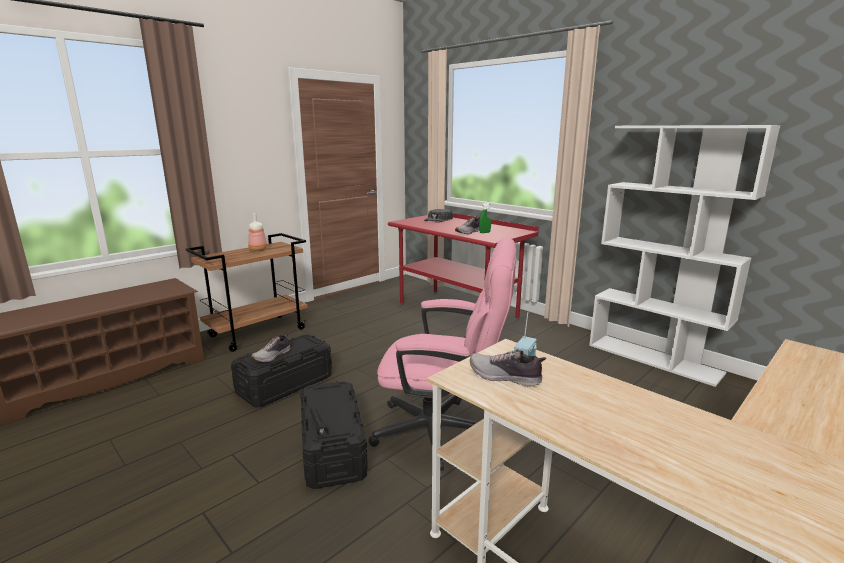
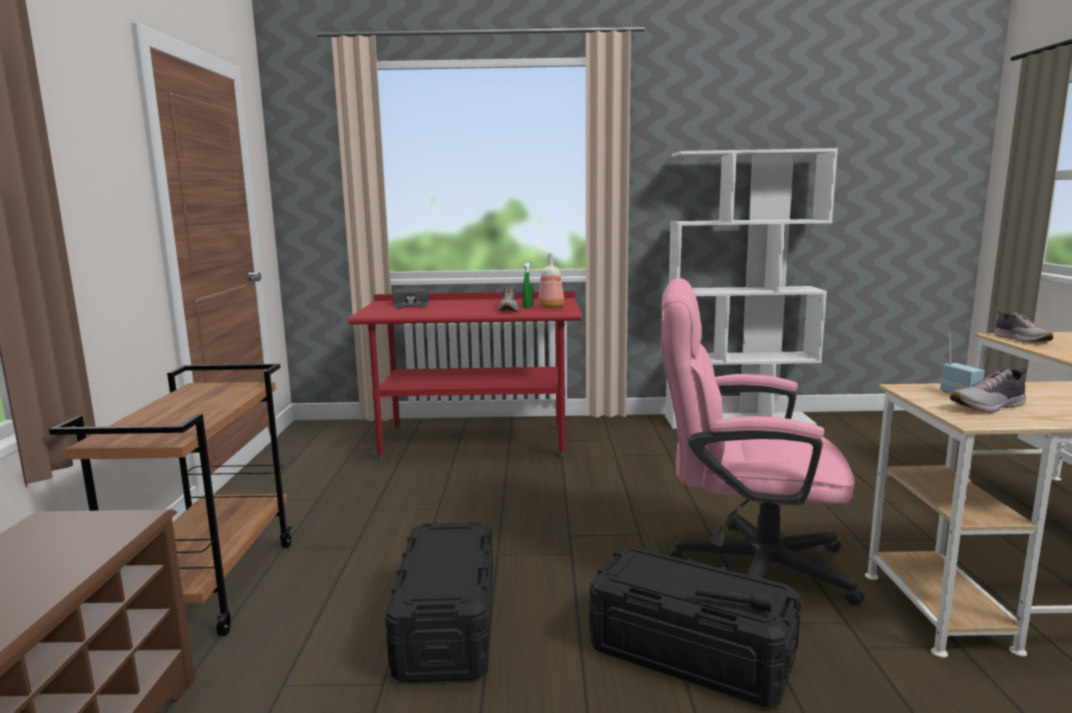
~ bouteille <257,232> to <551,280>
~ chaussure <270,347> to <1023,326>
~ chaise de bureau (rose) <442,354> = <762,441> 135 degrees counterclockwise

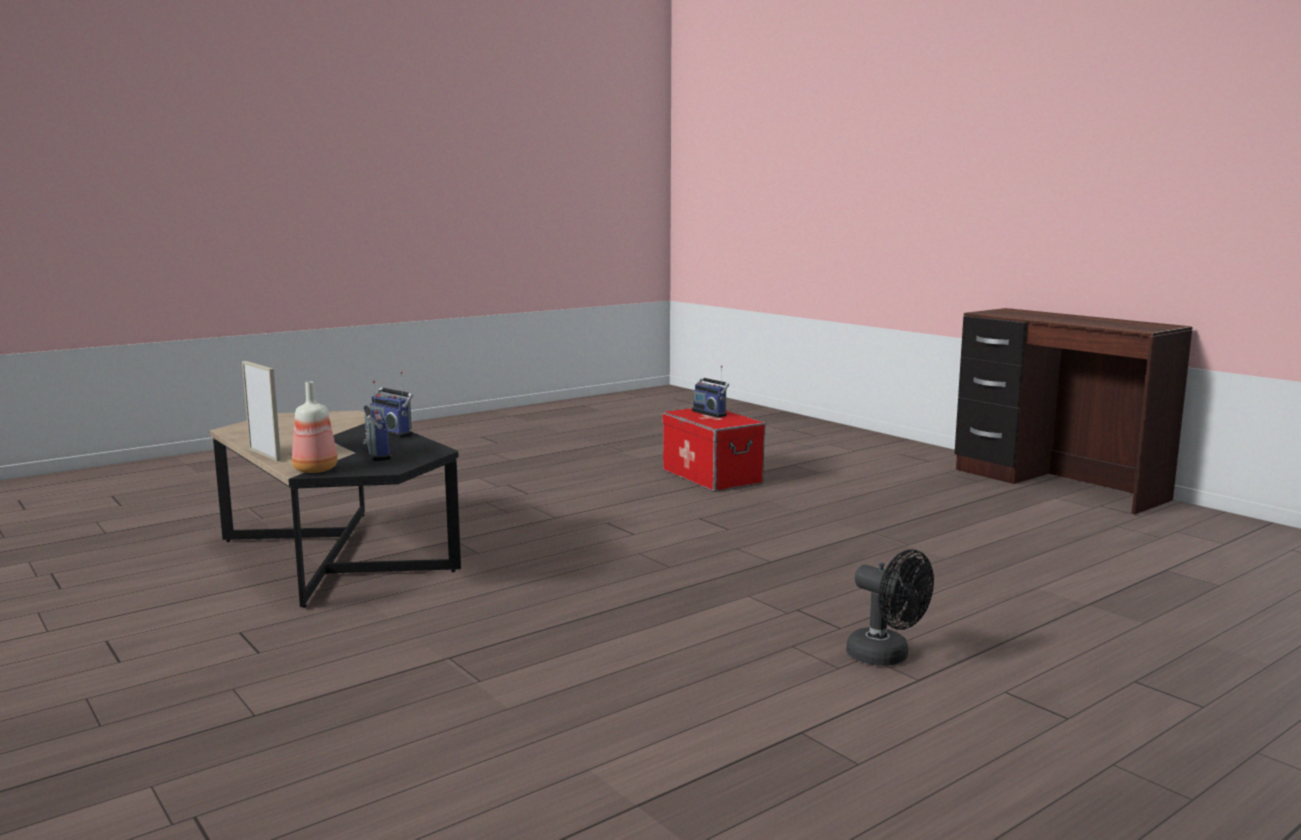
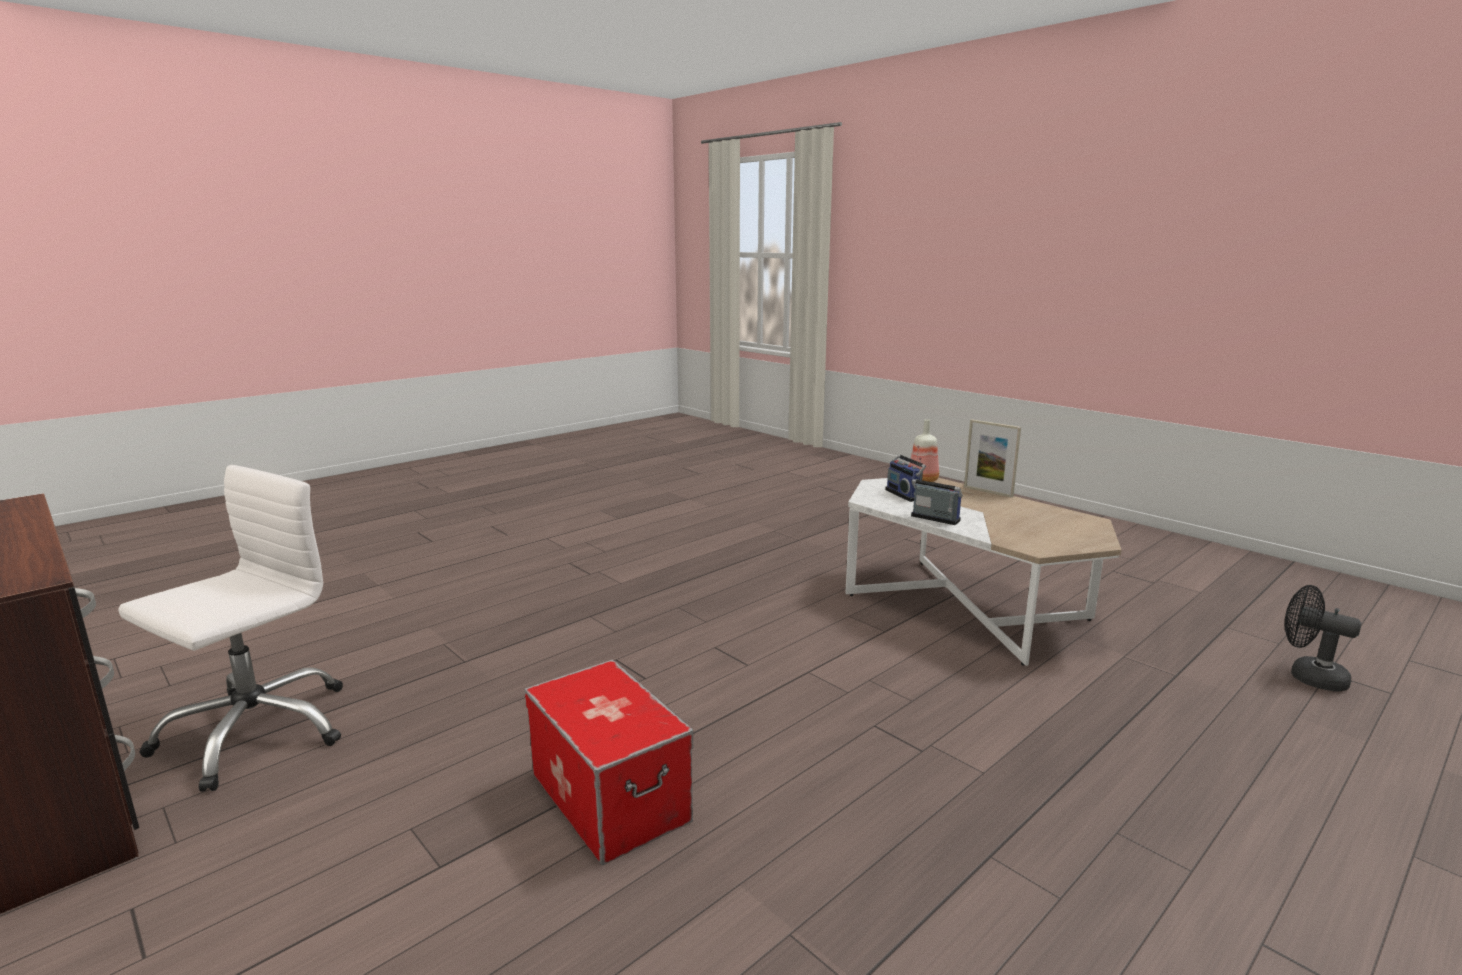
~ table basse (noir) <335,509> to table basse (blanc) <983,572>
- radio <710,391>
~ ventilateur (noir) <890,608> to <1323,638>
+ chaise de bureau (blanc) <230,628>

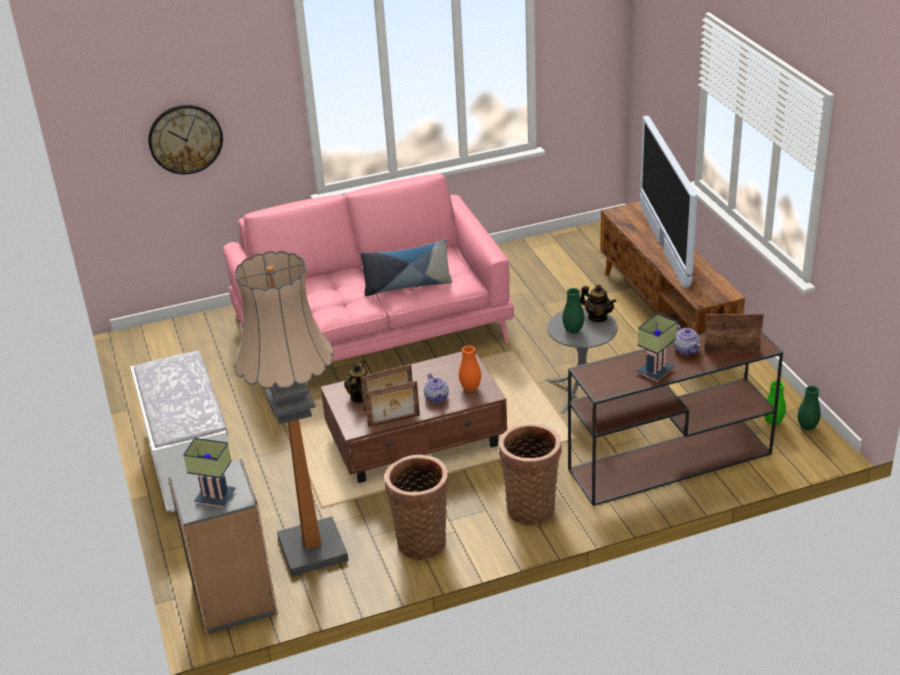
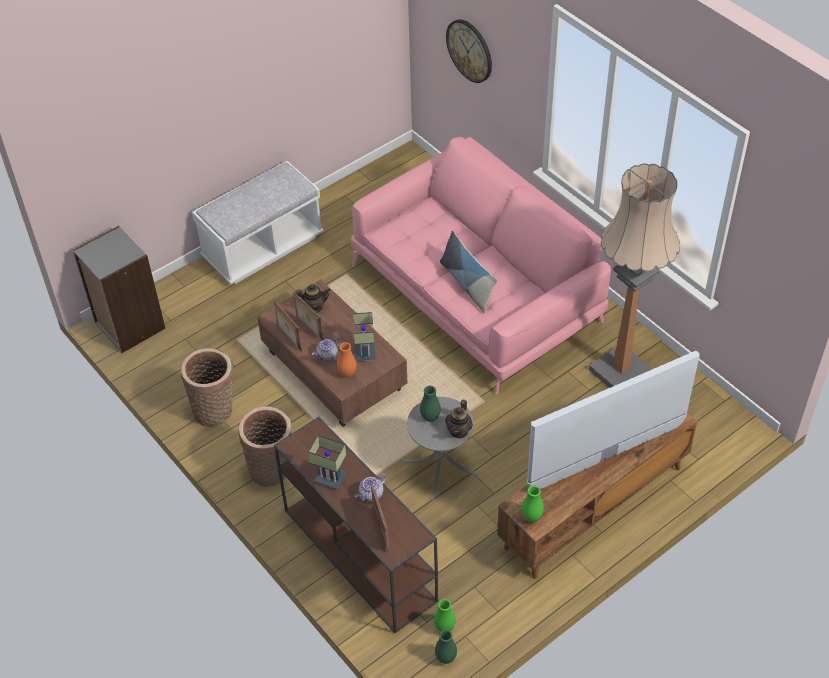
~ lampe de table <209,472> to <364,336>
~ lampadaire <291,414> to <634,275>
+ vase (vert) <533,503>

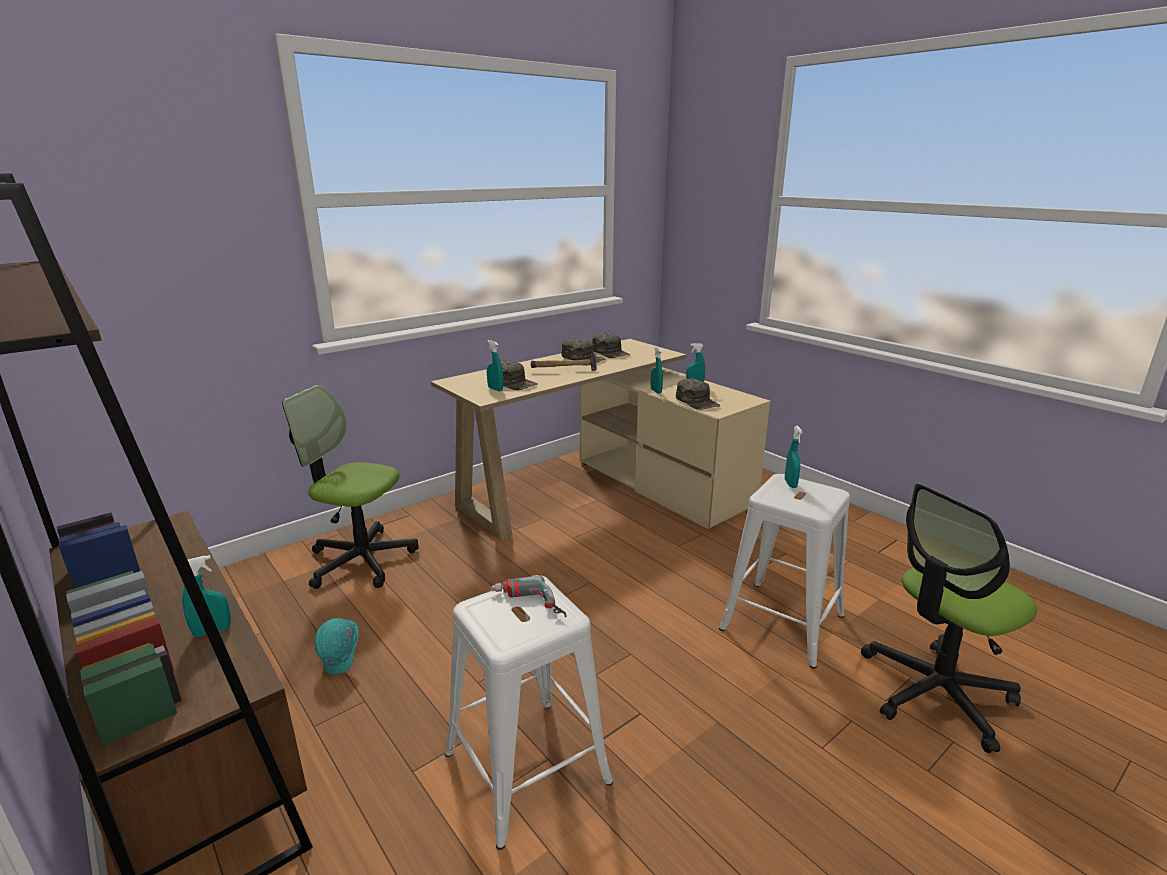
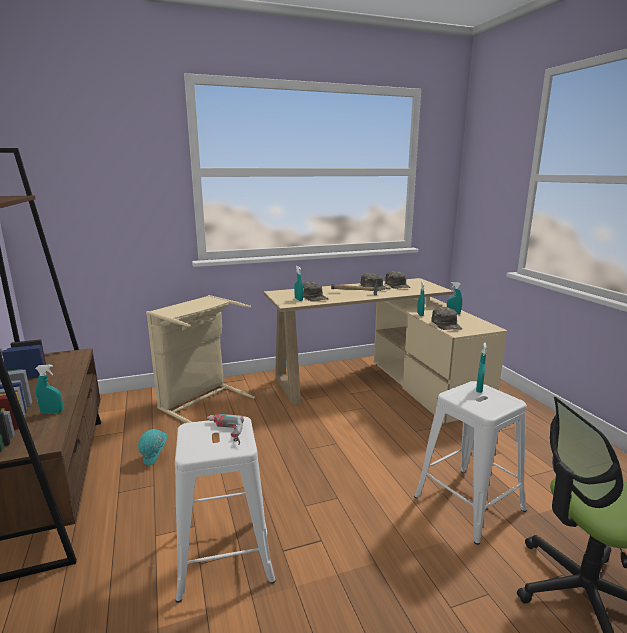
~ chaise de bureau <350,487> to panier à linge (beige) <200,359>

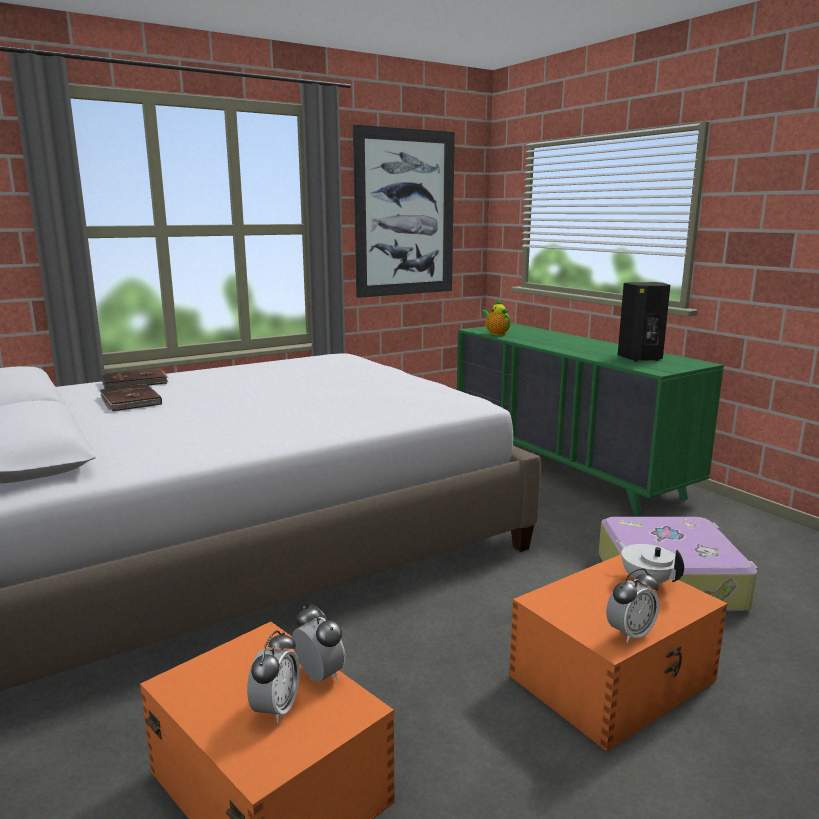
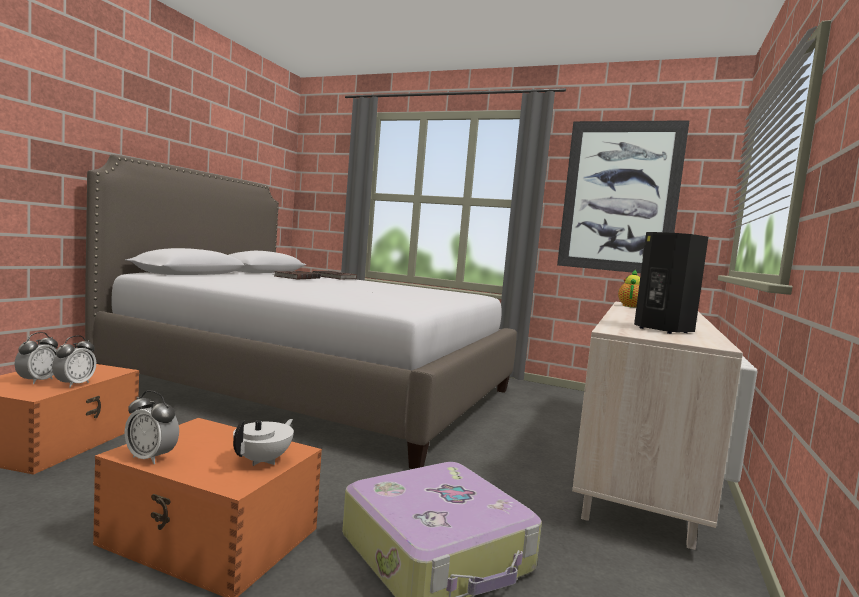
~ réveil <273,676> = <36,358> 60 degrees counterclockwise
~ commode (vert) <590,419> to commode (beige) <657,426>

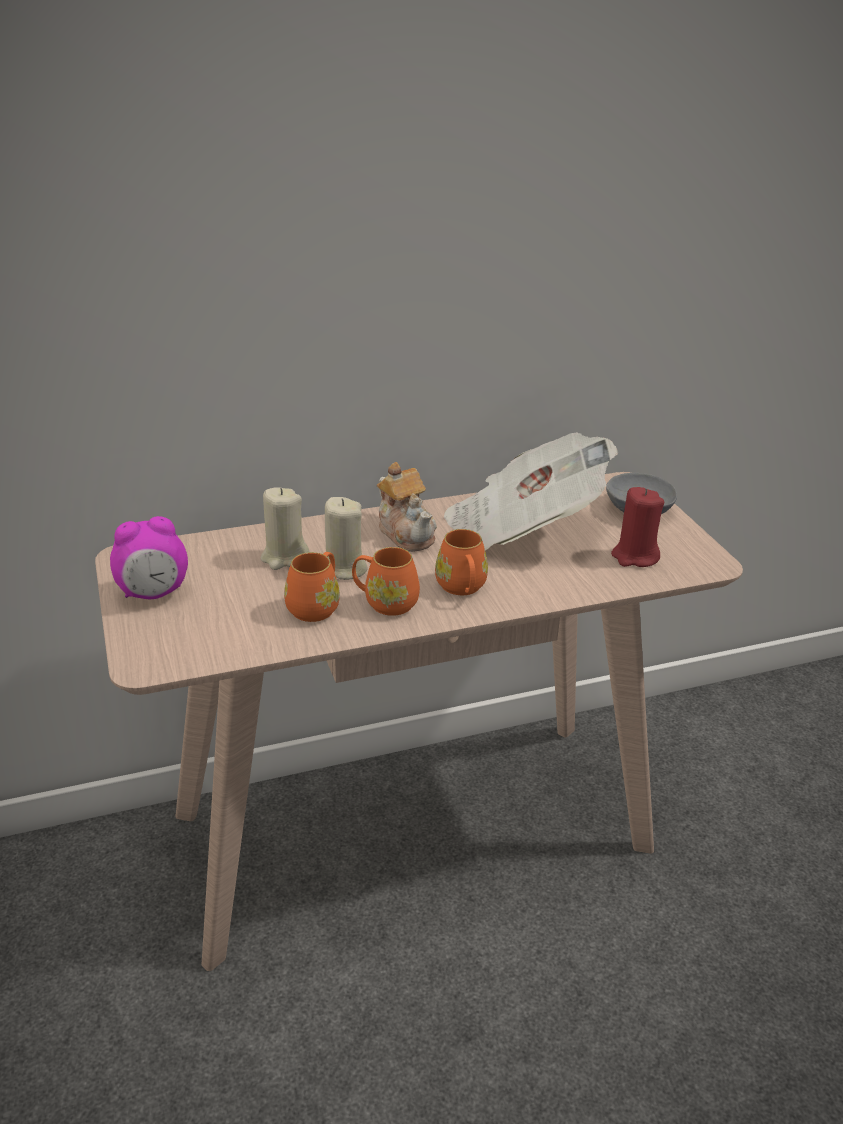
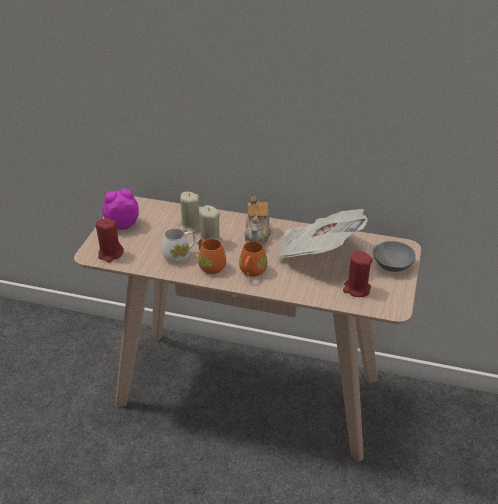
~ réveil <149,557> = <120,209> 150 degrees clockwise
~ mug (orange) <312,587> to mug (blanc) <178,245>
+ bougie (rouge) <109,240>

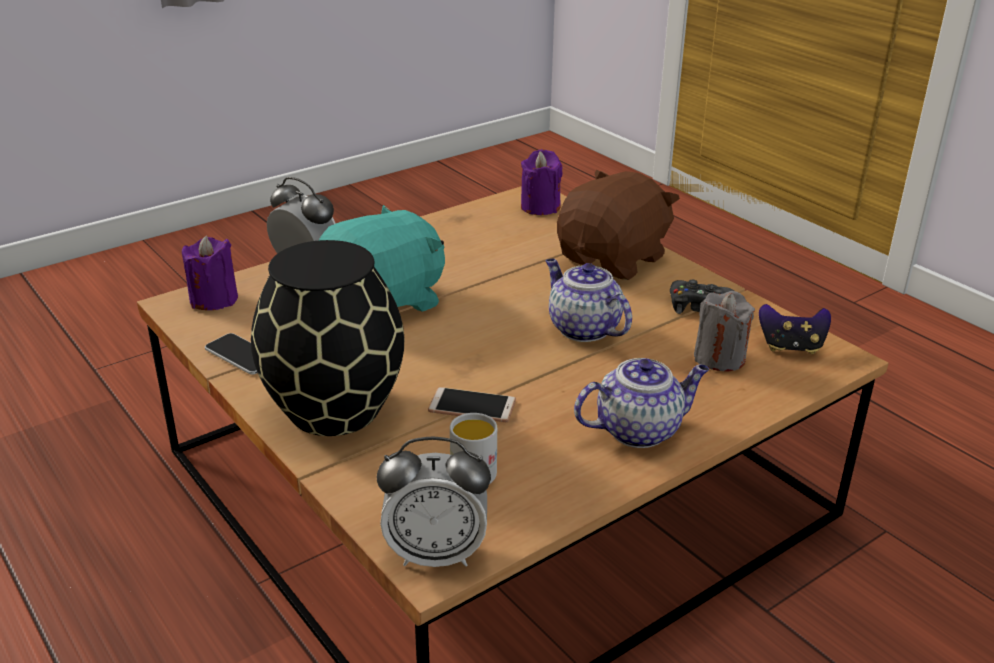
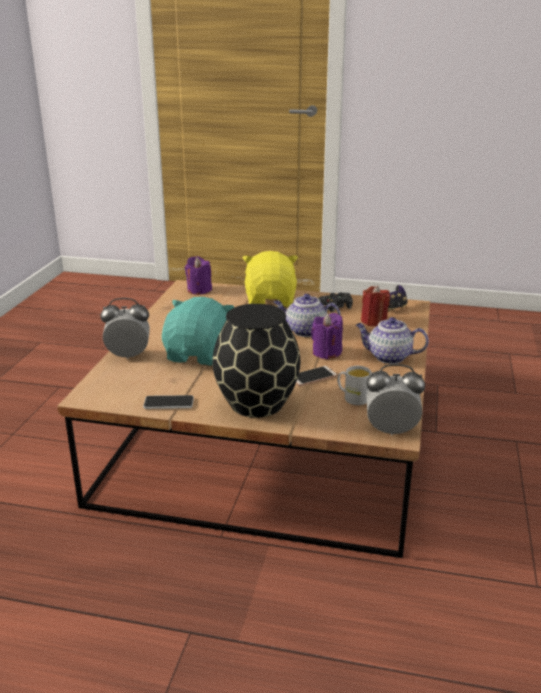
~ bougie (violet) <210,272> to <327,336>
~ réveil <434,502> = <395,399> 135 degrees counterclockwise
~ peluche (marron) <618,225> to peluche (jaune) <270,279>
~ théière <641,403> = <392,340> 105 degrees counterclockwise
~ bougie (gris) <724,331> to bougie (rouge) <375,306>

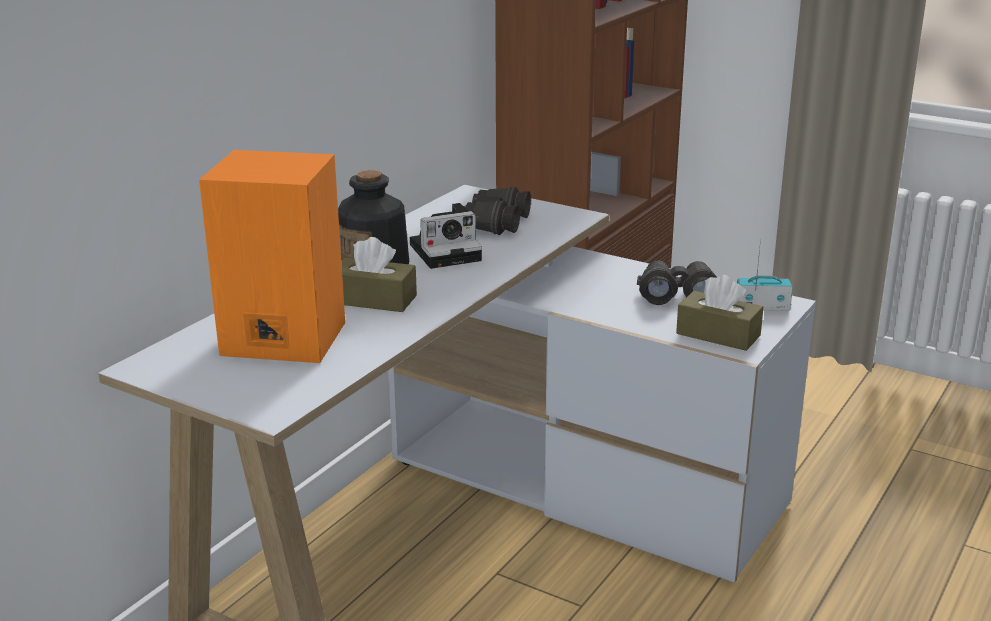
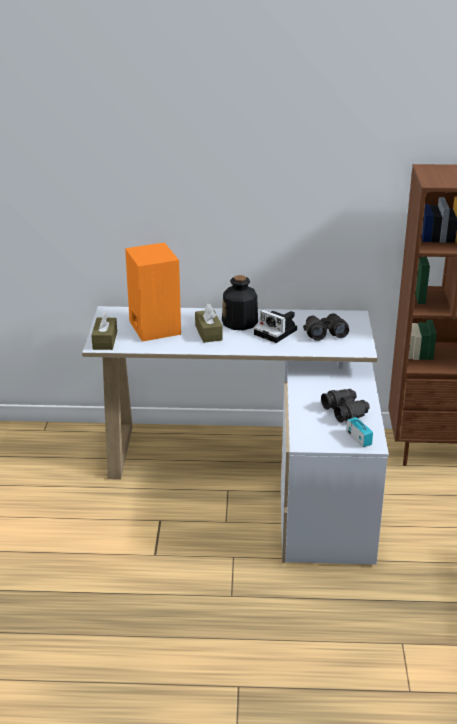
~ boîte à mouchoirs (marron) <719,313> to <104,330>

